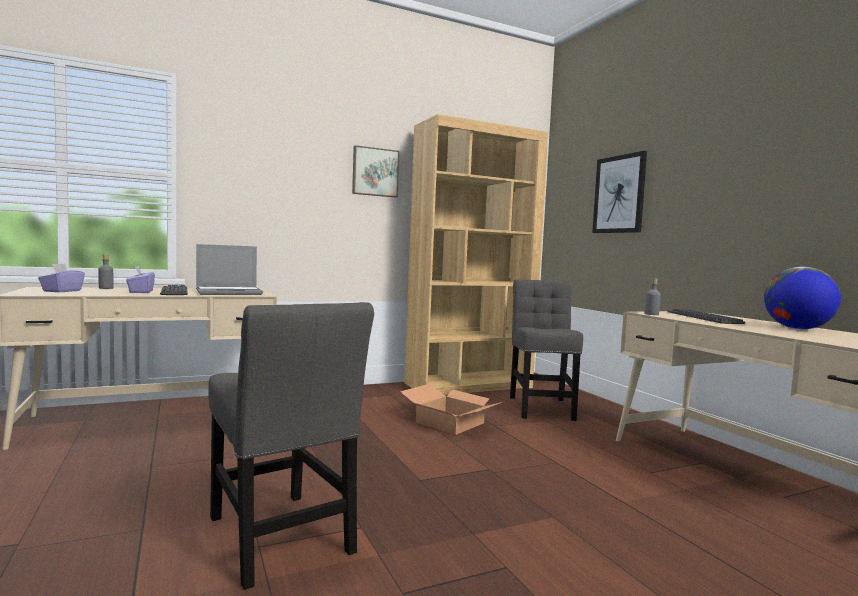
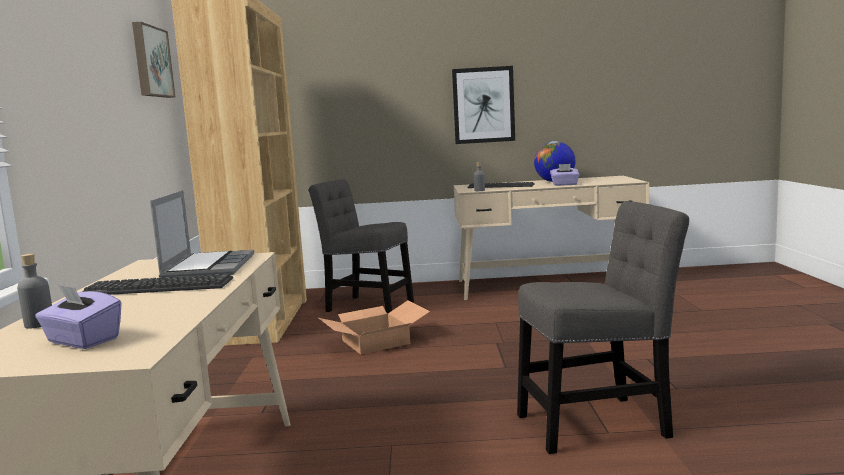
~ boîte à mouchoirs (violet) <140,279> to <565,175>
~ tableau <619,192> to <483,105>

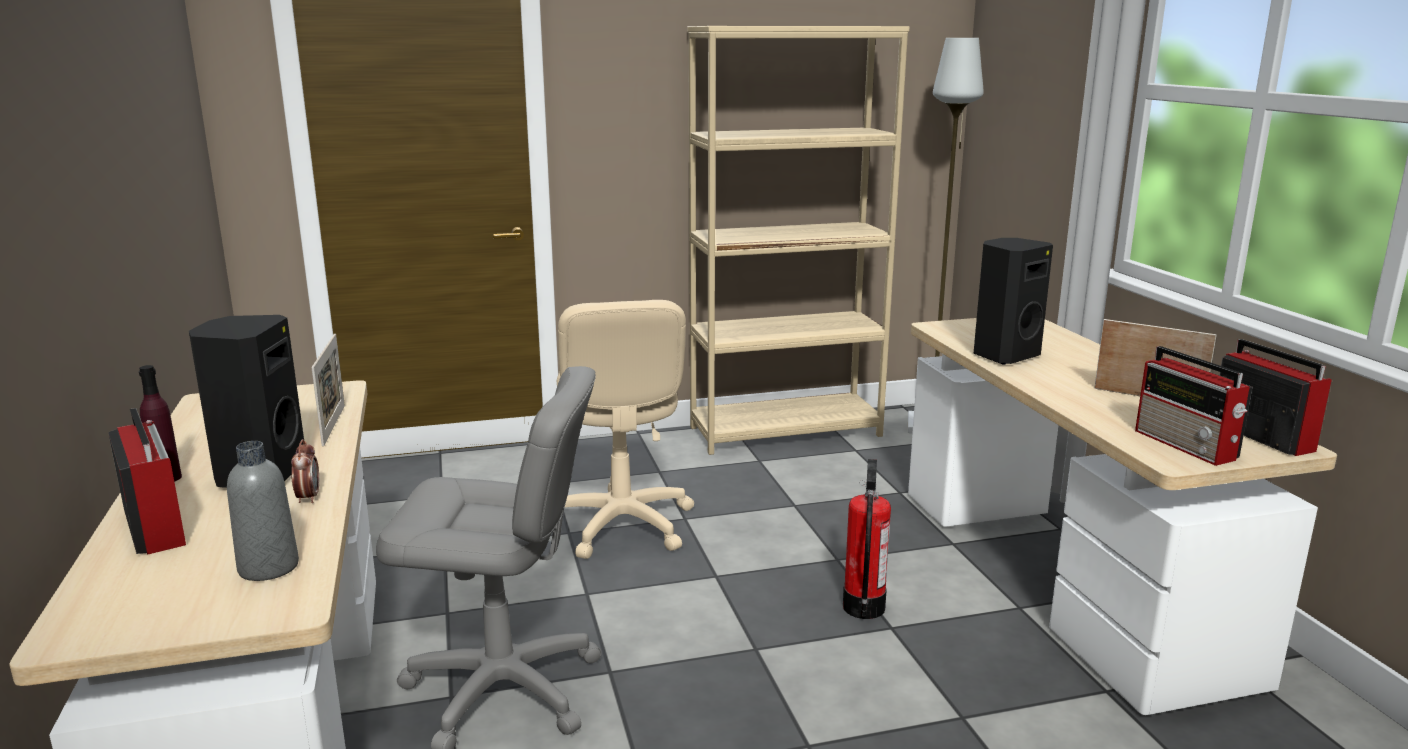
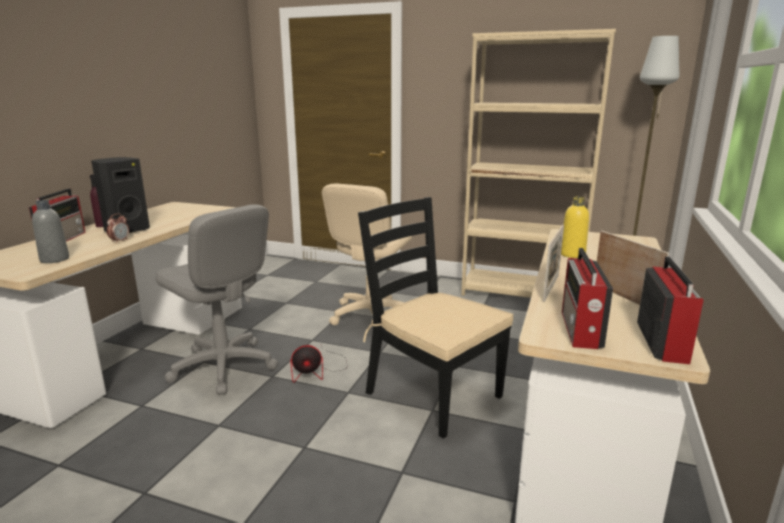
~ cadre photo <328,390> to <553,263>
~ extincteur <867,539> to chaise (noir) <436,318>
~ enceinte (noir) <1013,301> to bouteille (jaune) <575,227>
+ ventilateur <319,364>

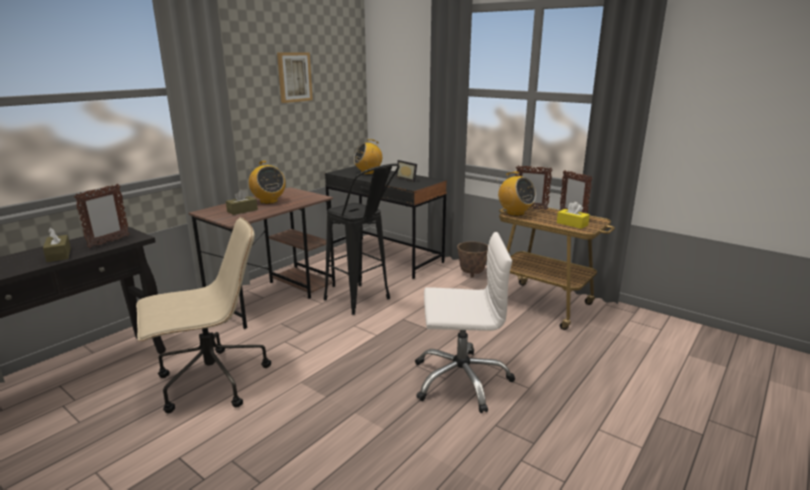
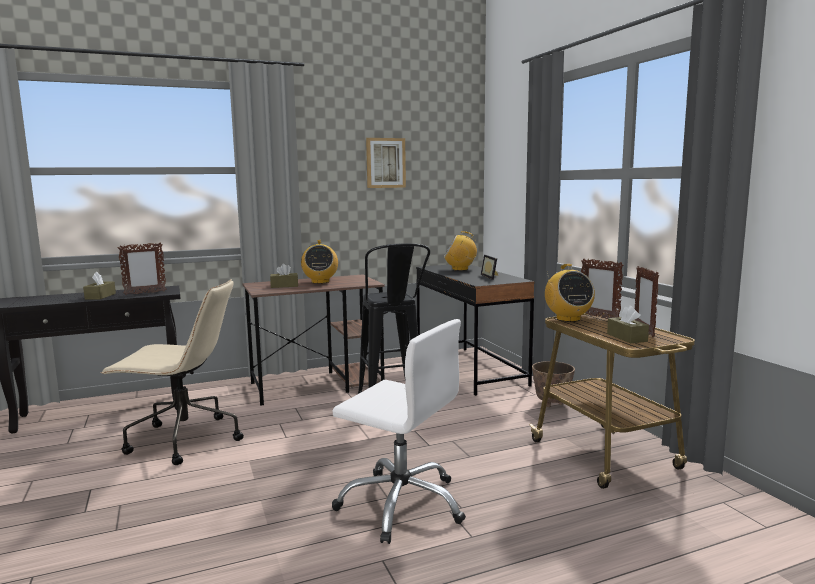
~ boîte à mouchoirs (jaune) <573,215> to boîte à mouchoirs (marron) <628,324>

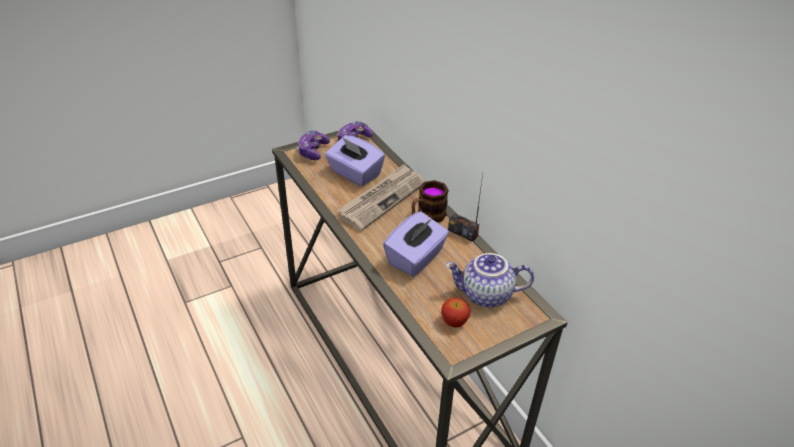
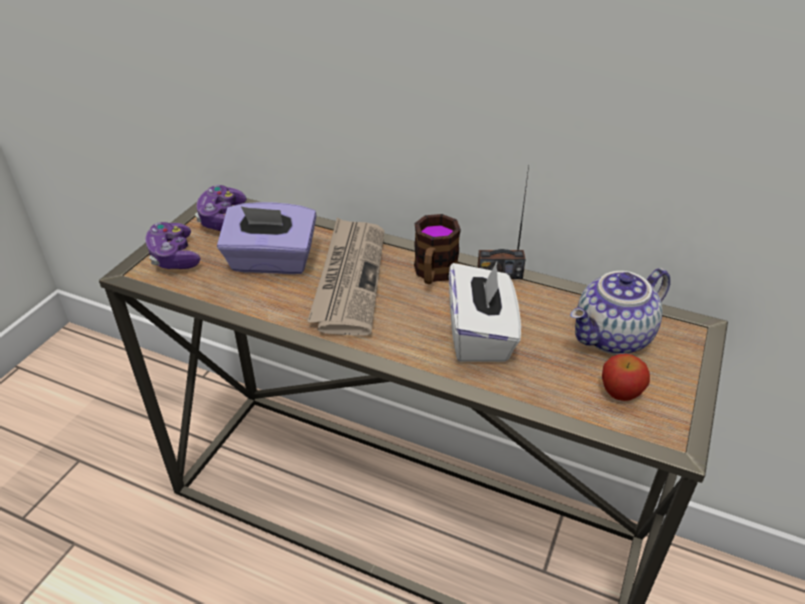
~ boîte à mouchoirs (violet) <416,244> to boîte à mouchoirs (blanc) <485,312>

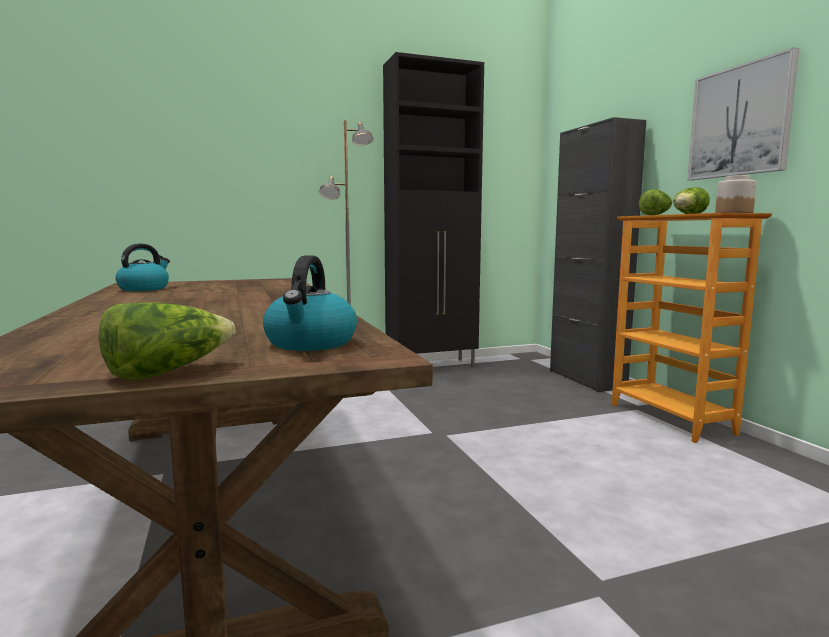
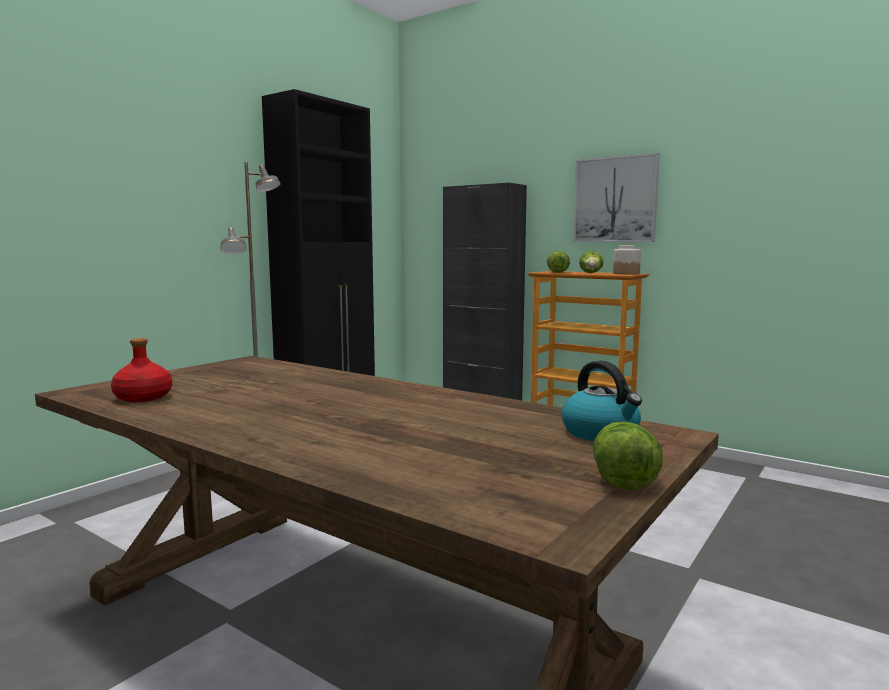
~ bouilloire <142,267> to bouteille (rouge) <141,370>

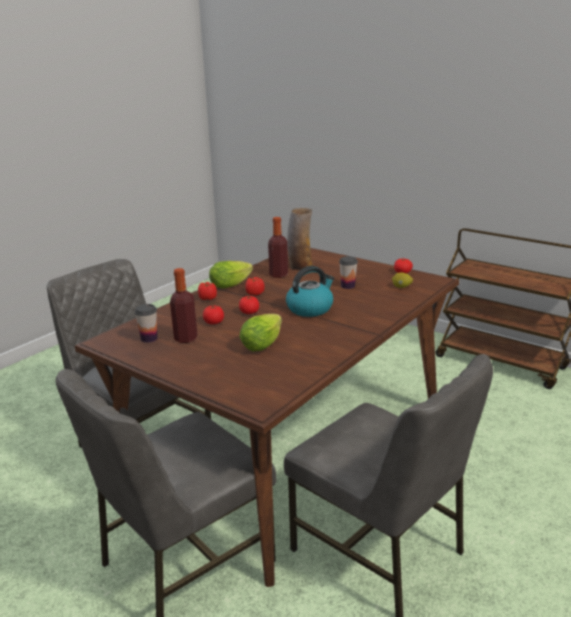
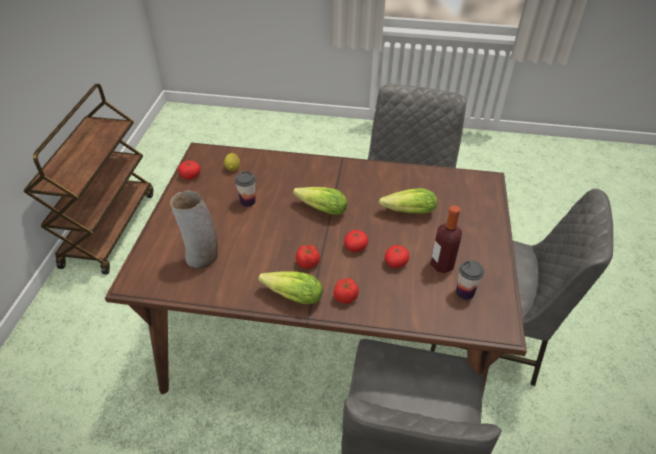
- bouteille <278,247>
~ bouilloire <310,291> to laitue <320,201>

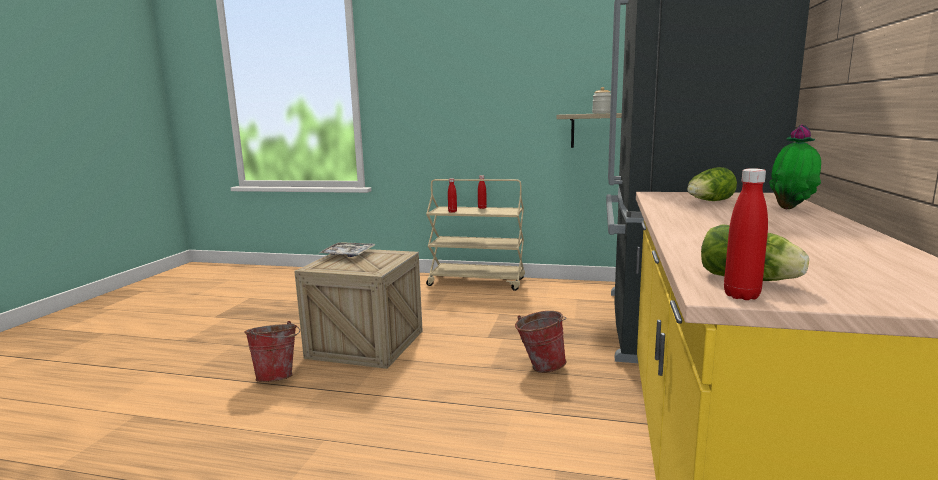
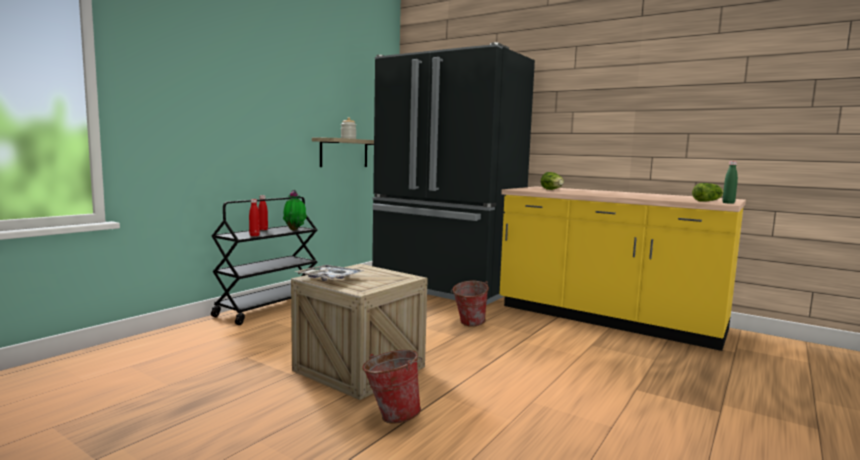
~ chariot (beige) <475,235> to chariot (noir) <264,261>
~ bouteille (rouge) <746,234> to bouteille (vert) <730,182>
~ plante en pot <795,166> to <295,210>

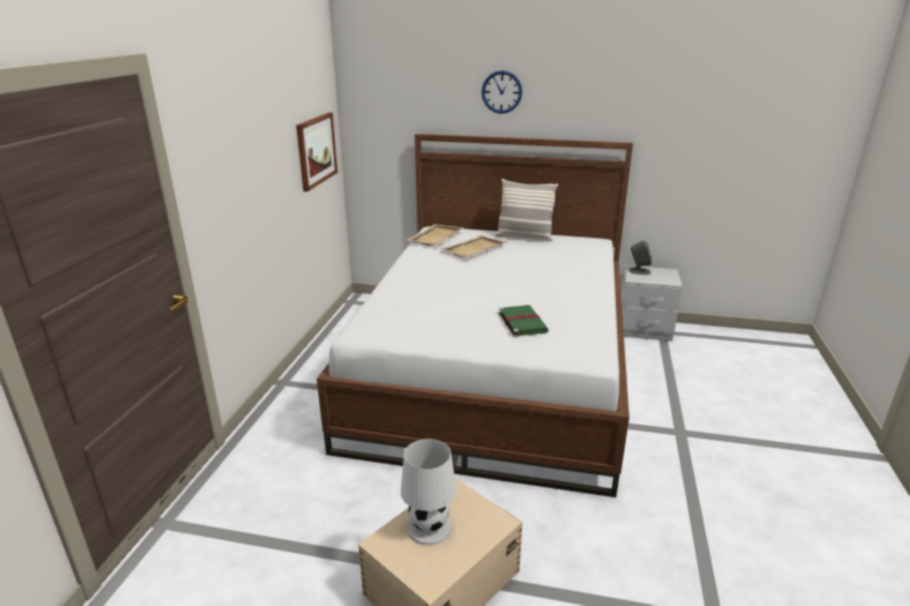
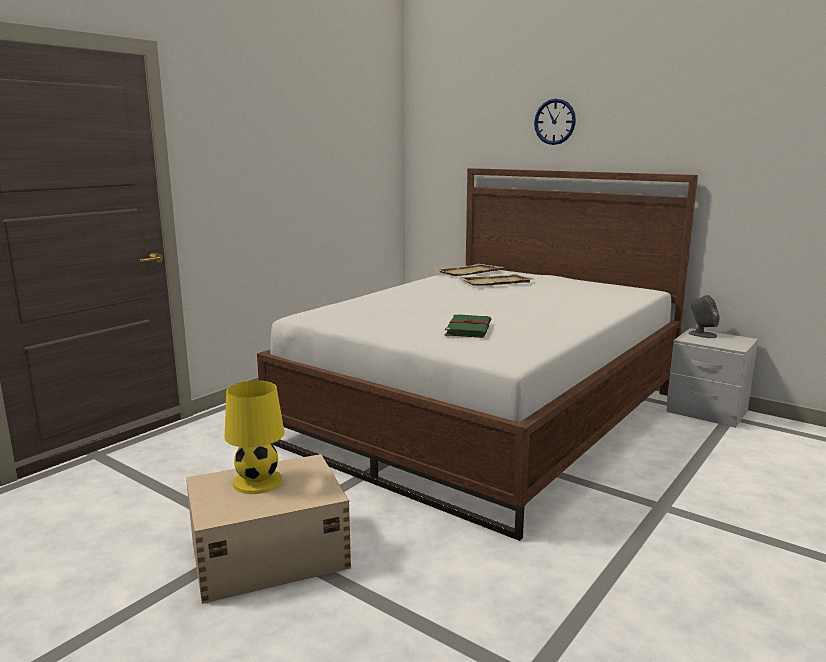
- tableau <317,152>
~ lampe de table (blanc) <428,492> to lampe de table (jaune) <255,437>
- coussin <526,210>

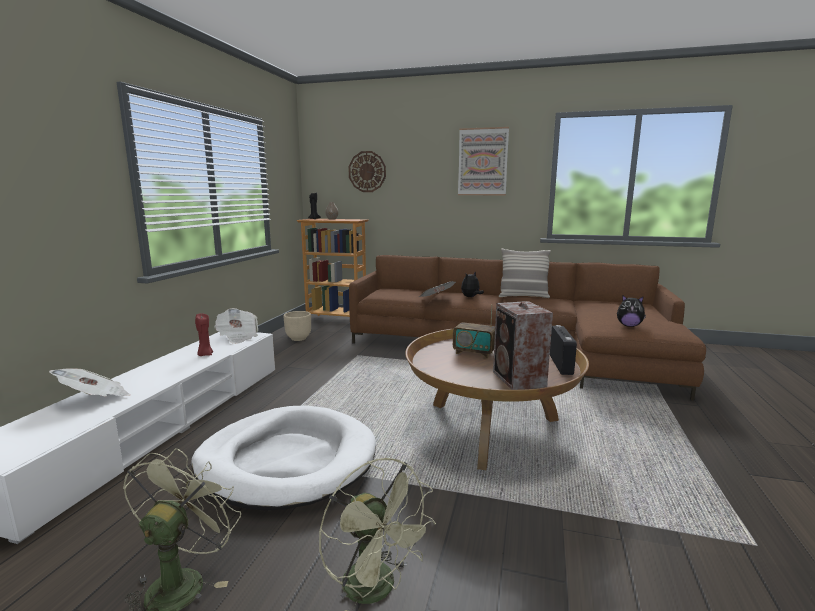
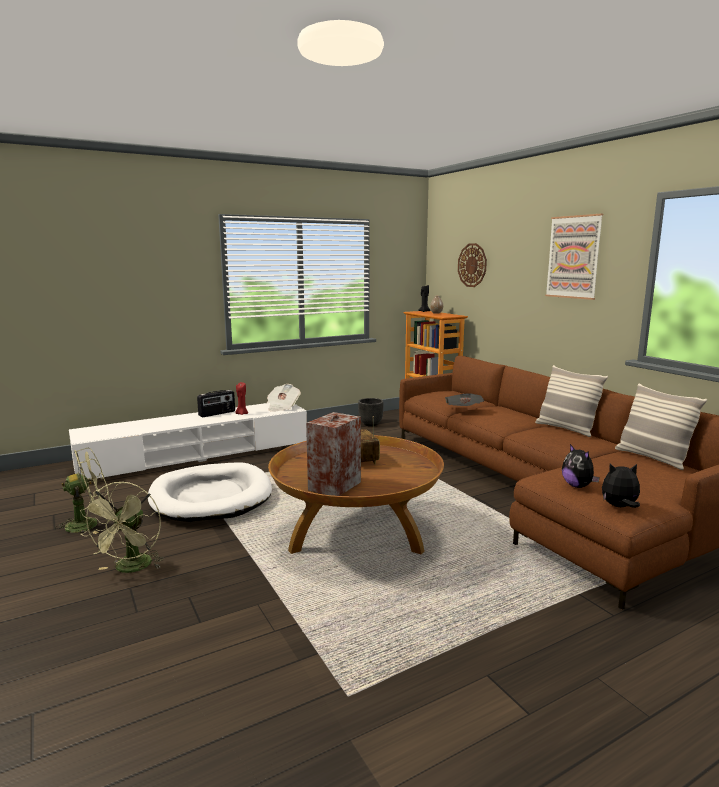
- journal <89,382>
~ cache-pot (beige) <297,326> to cache-pot (noir) <371,412>
~ peluche <472,284> to <621,486>
~ radio <563,350> to <216,403>
+ coussin <661,426>

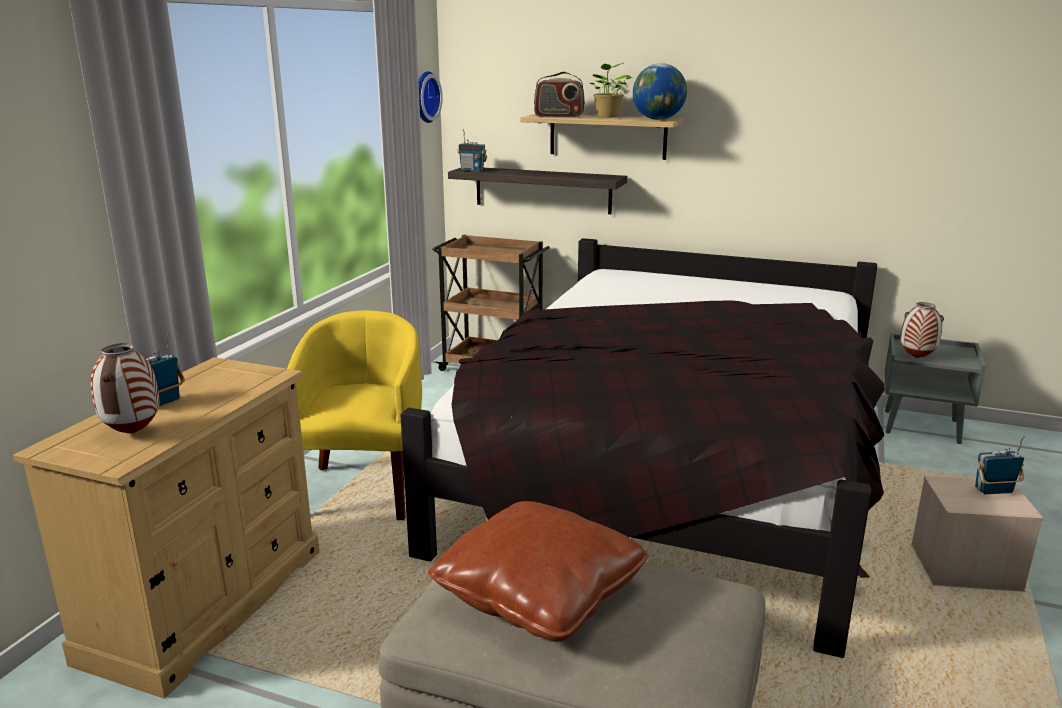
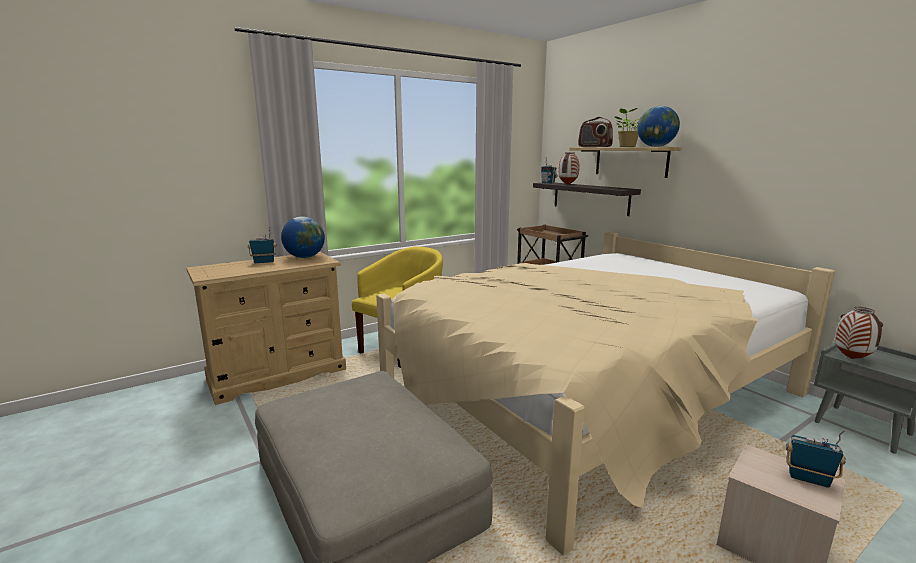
~ vase <125,388> to <568,168>
~ lit (noir) <642,448> to lit (beige) <605,394>
- horloge murale <430,97>
- coussin (marron) <538,571>
+ globe <303,237>

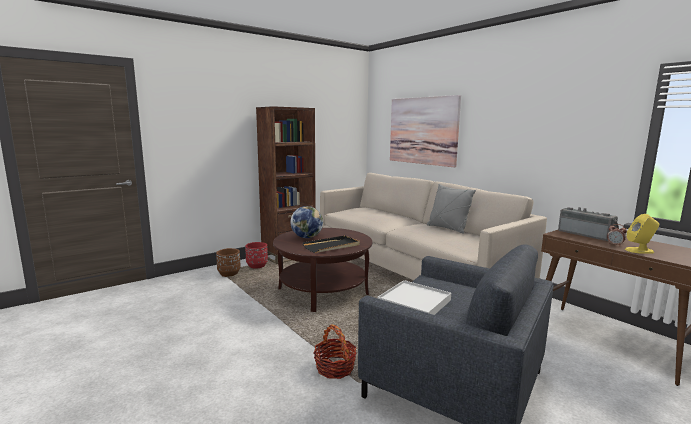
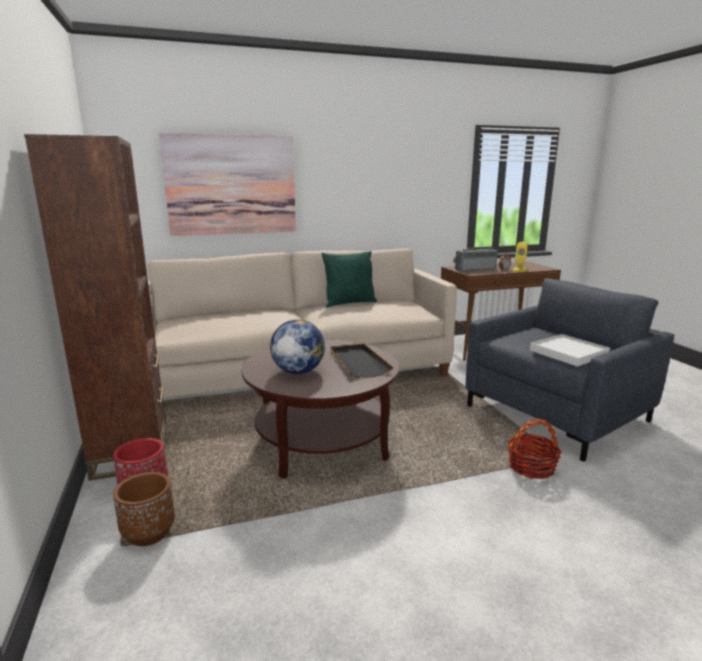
~ coussin (gris) <451,209> to coussin (vert) <349,279>

